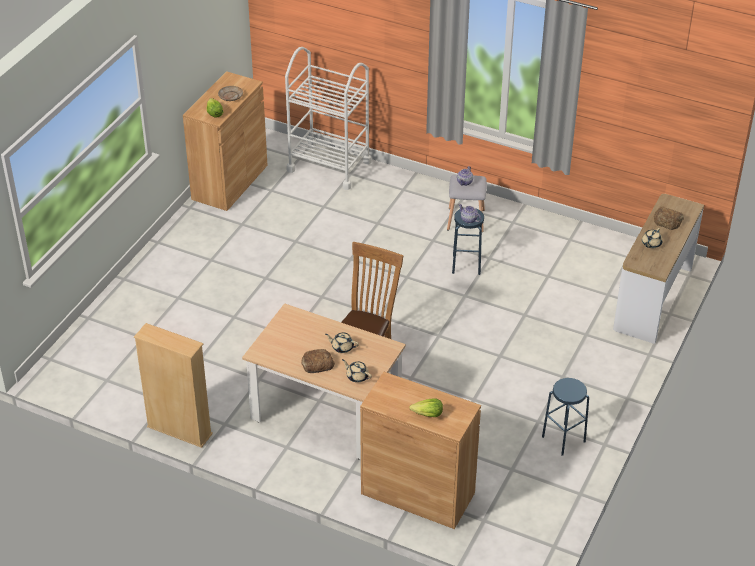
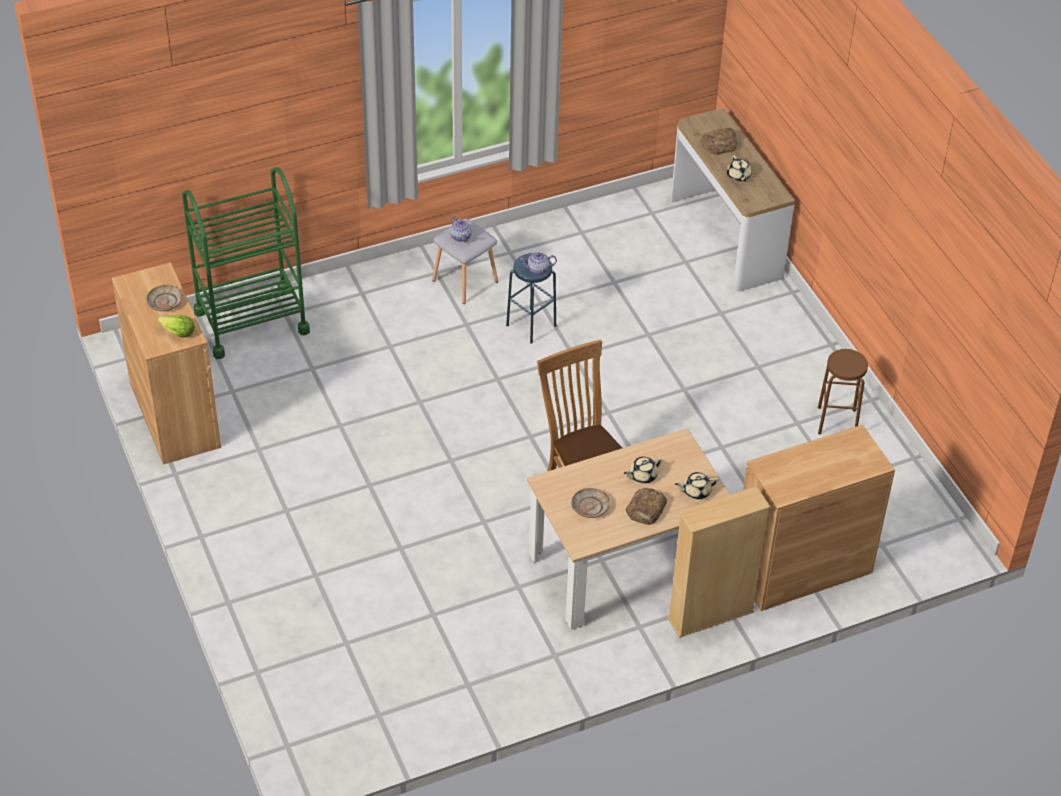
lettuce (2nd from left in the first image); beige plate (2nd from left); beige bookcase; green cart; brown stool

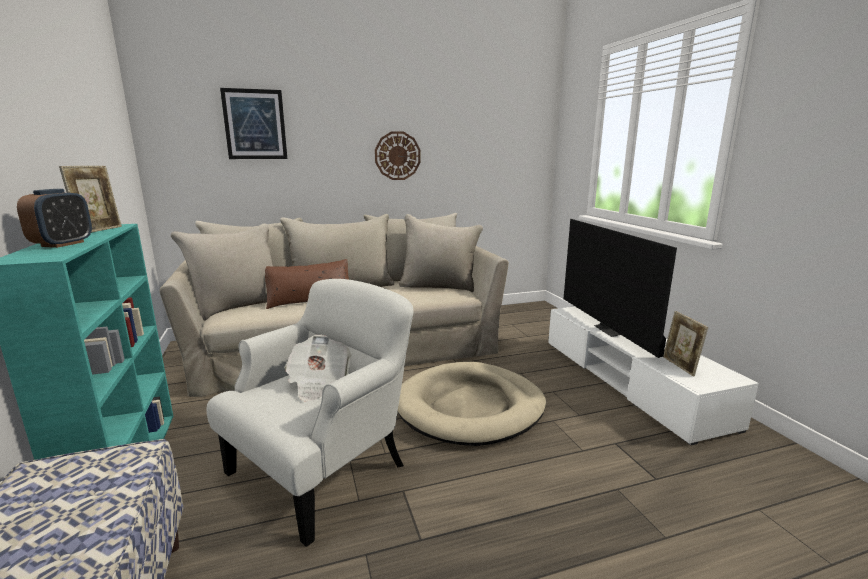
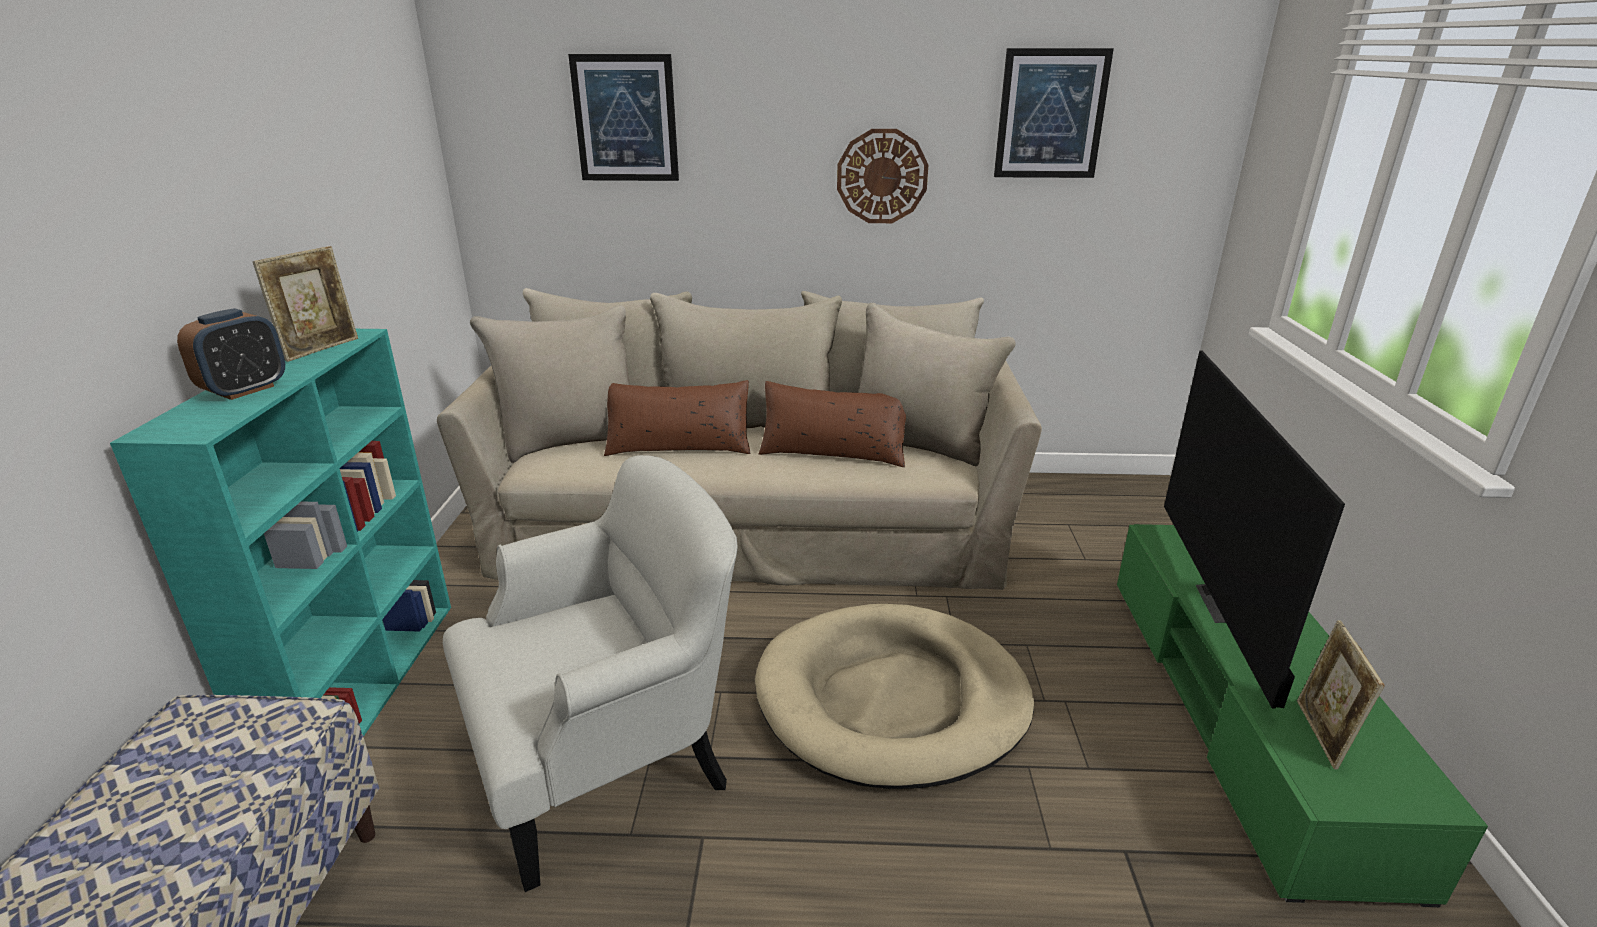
newspaper; brown pillow (2nd from left); picture (2nd from left); green tv stand

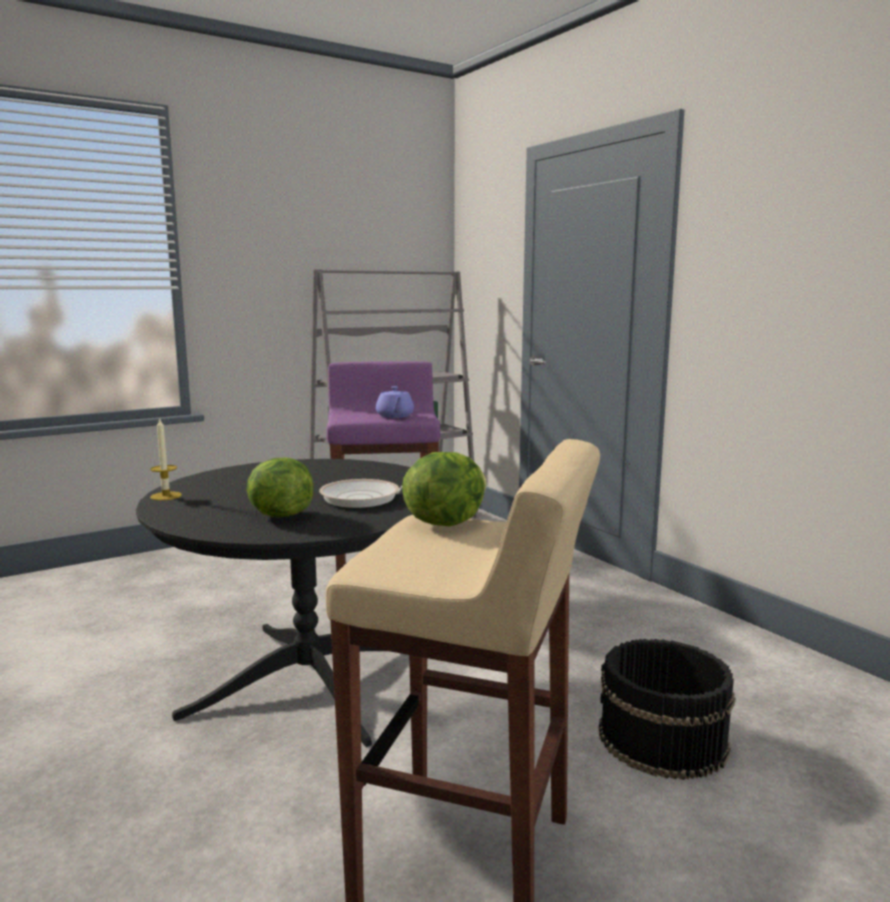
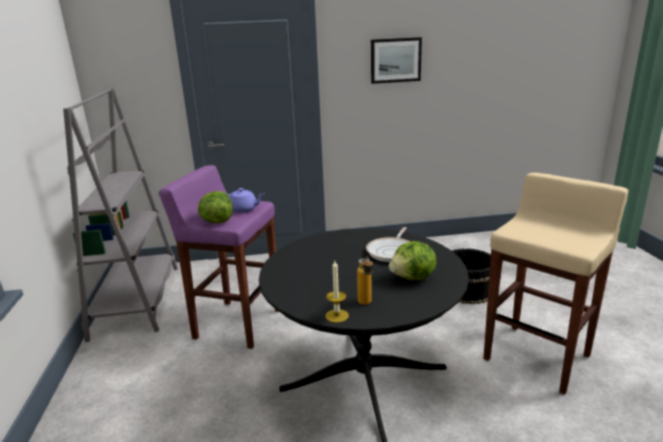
bottle; picture; lettuce (1st from left)

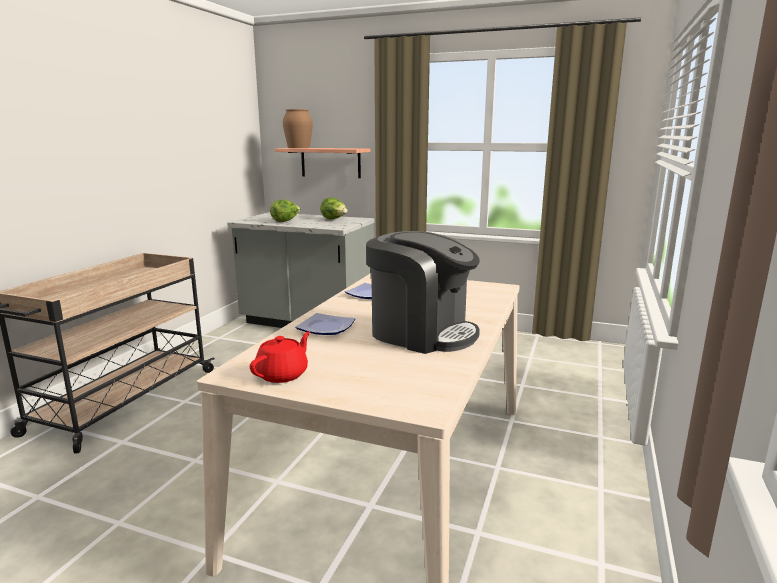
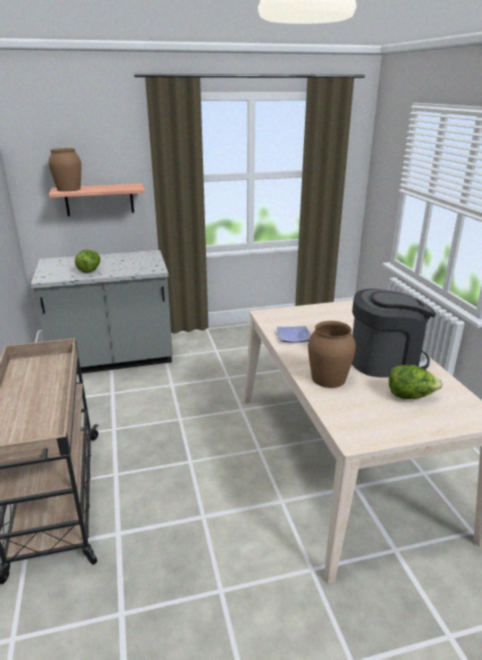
red teapot; lettuce (2nd from left); brown vase (2nd from left)

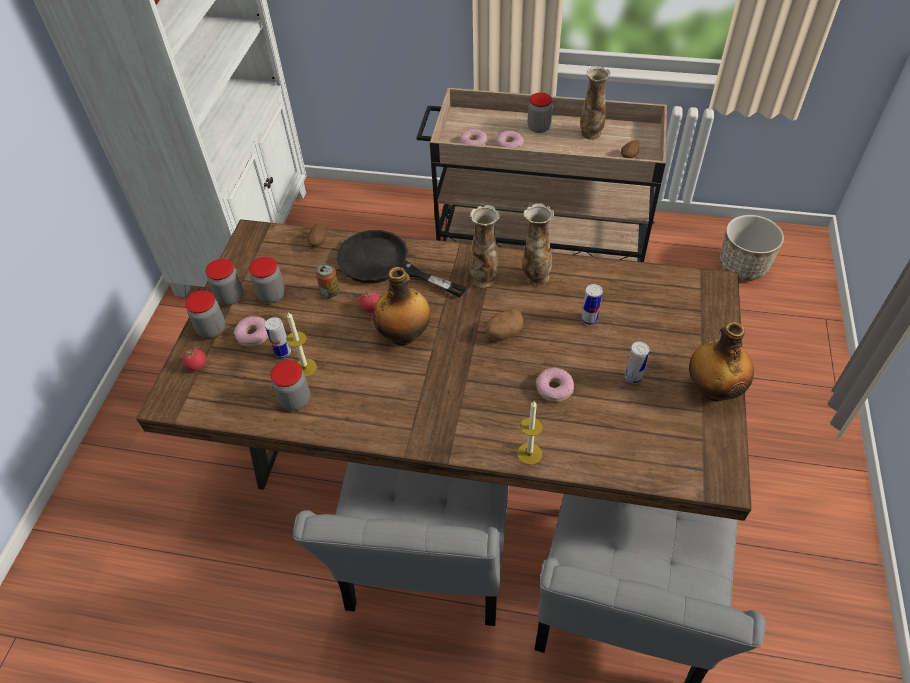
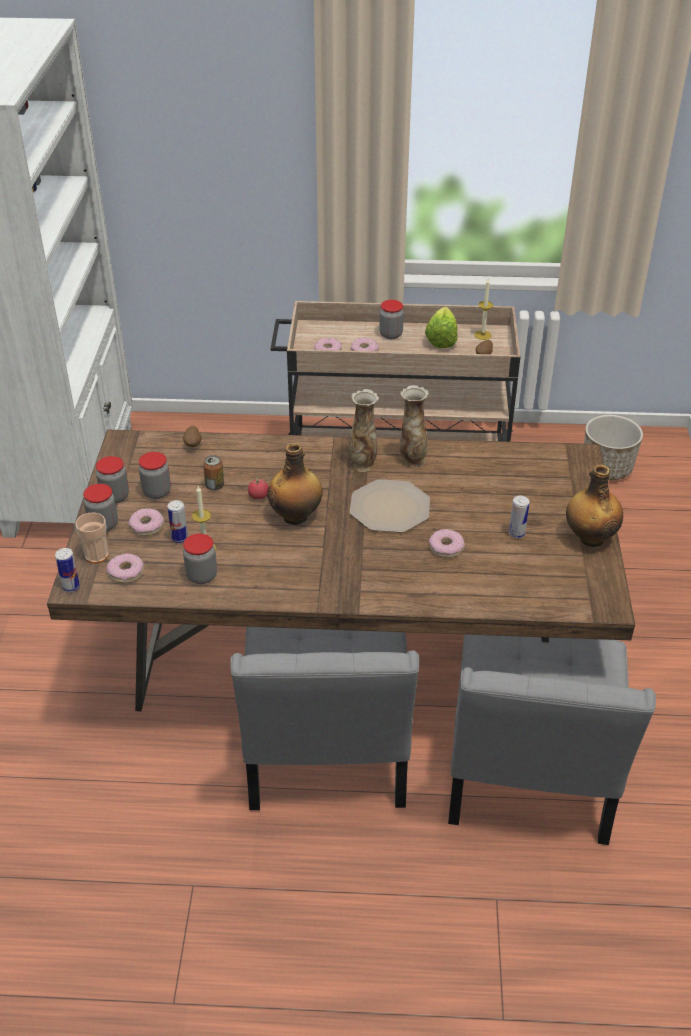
black frying pan; donut (1st from left); candle (2nd from left); can (1st from left); cup; plate; lettuce

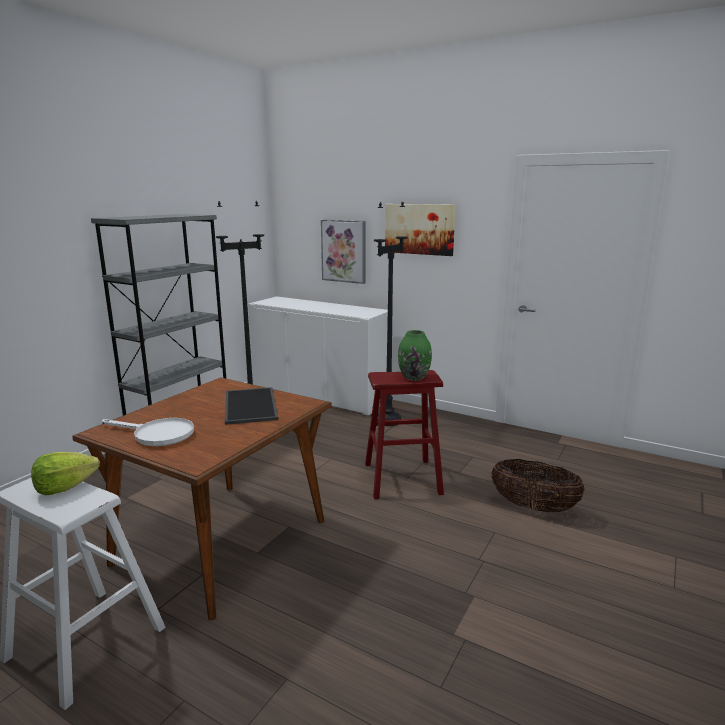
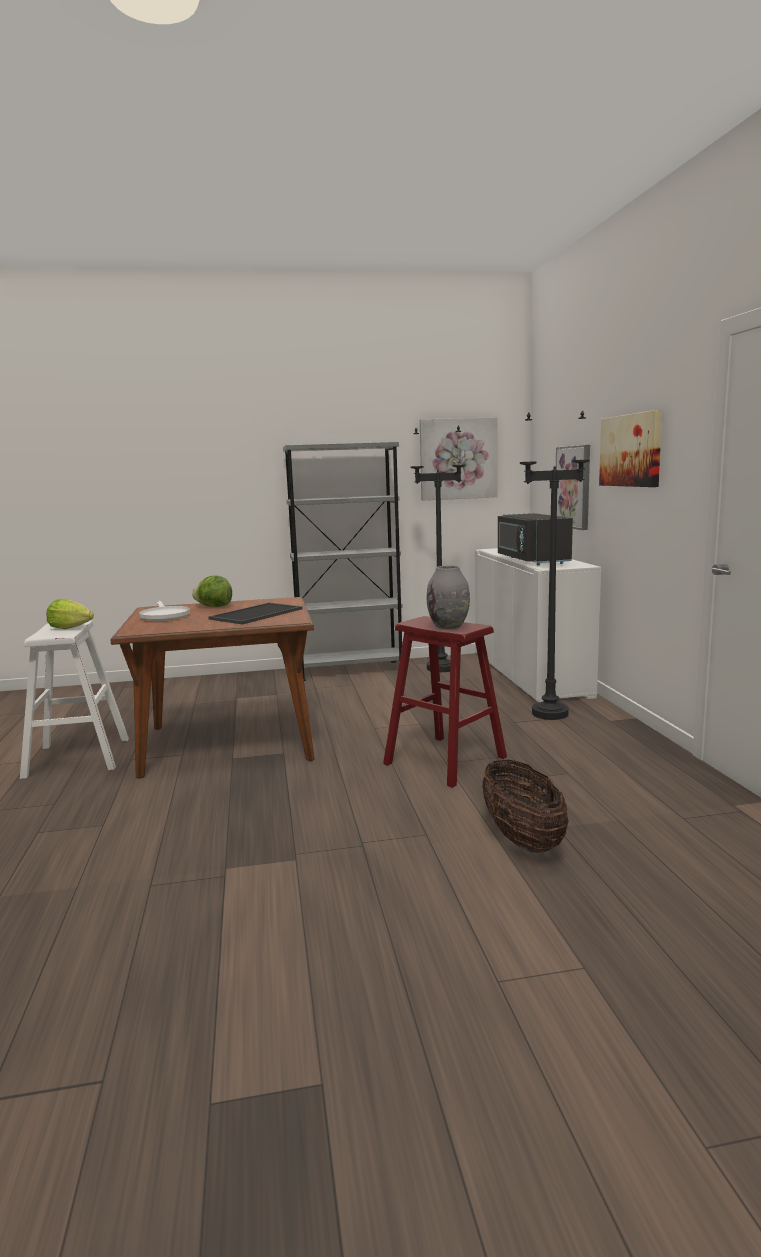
lettuce (2nd from left); picture (1st from left); black microwave; grey vase

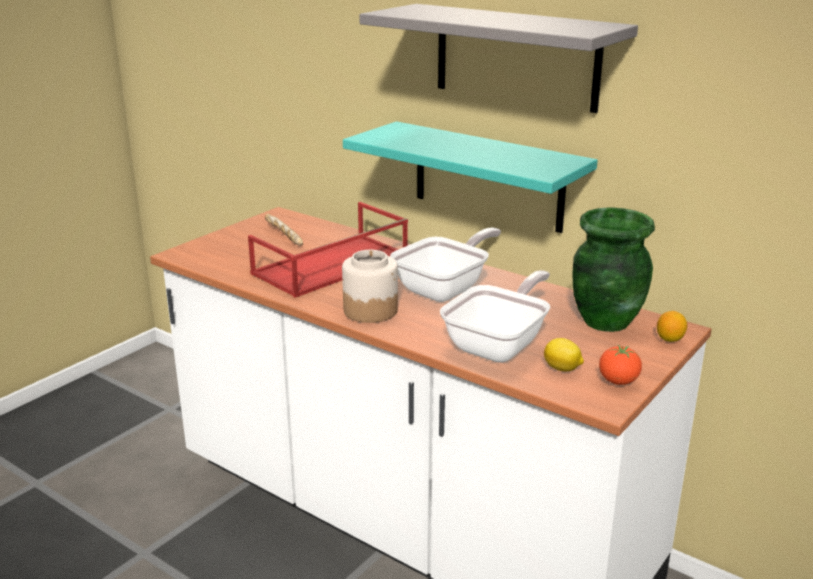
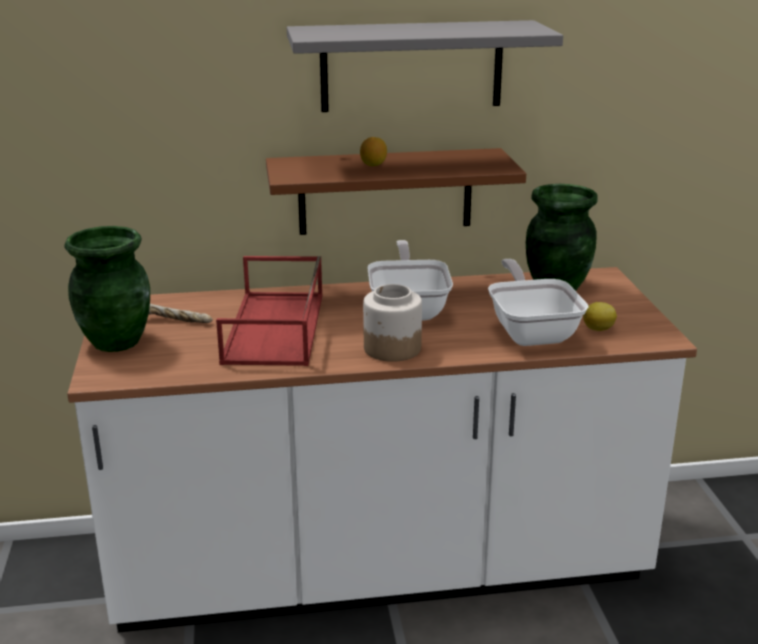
tomato; green vase (1st from left); lemon (1st from left); brown shelf

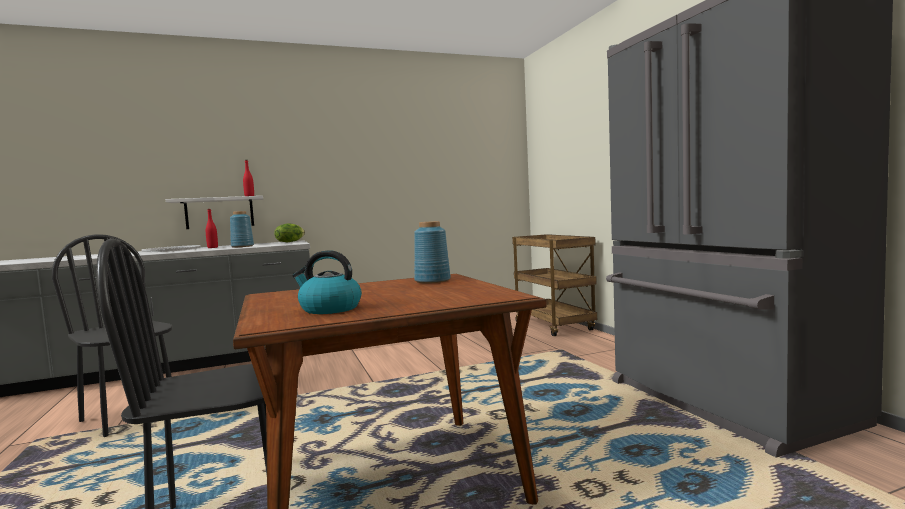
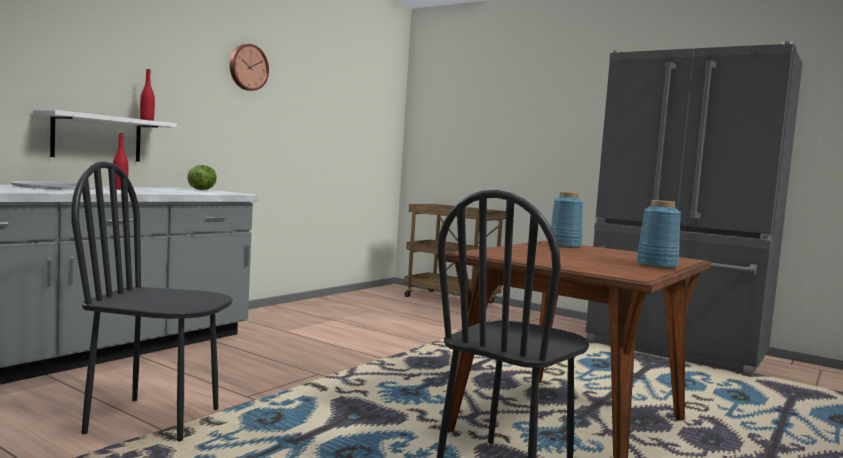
kettle; wall clock; blue vase (2nd from left)

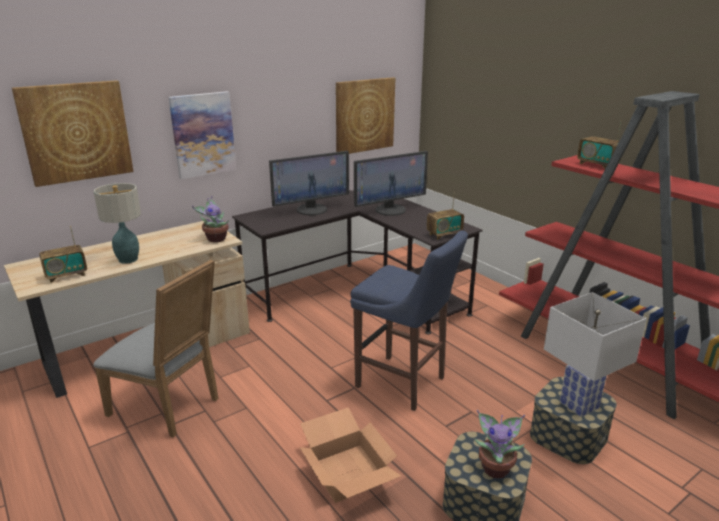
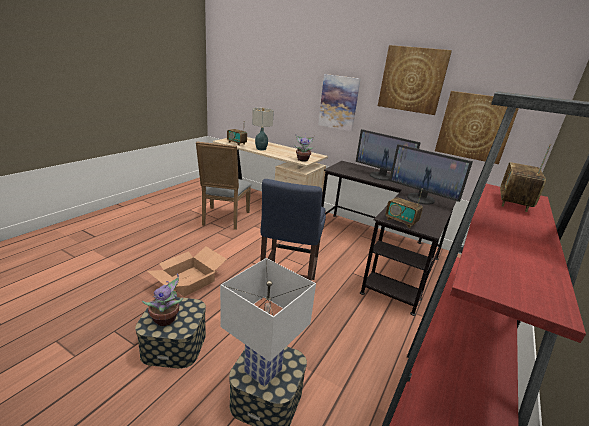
picture (2nd from left)

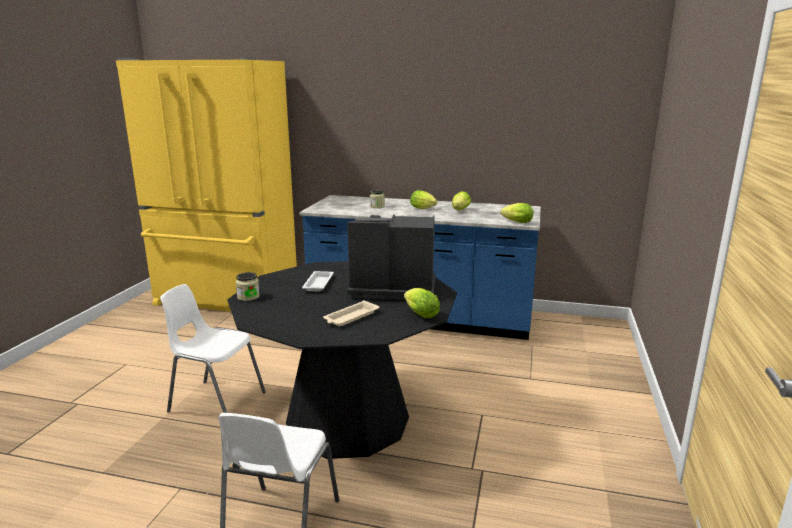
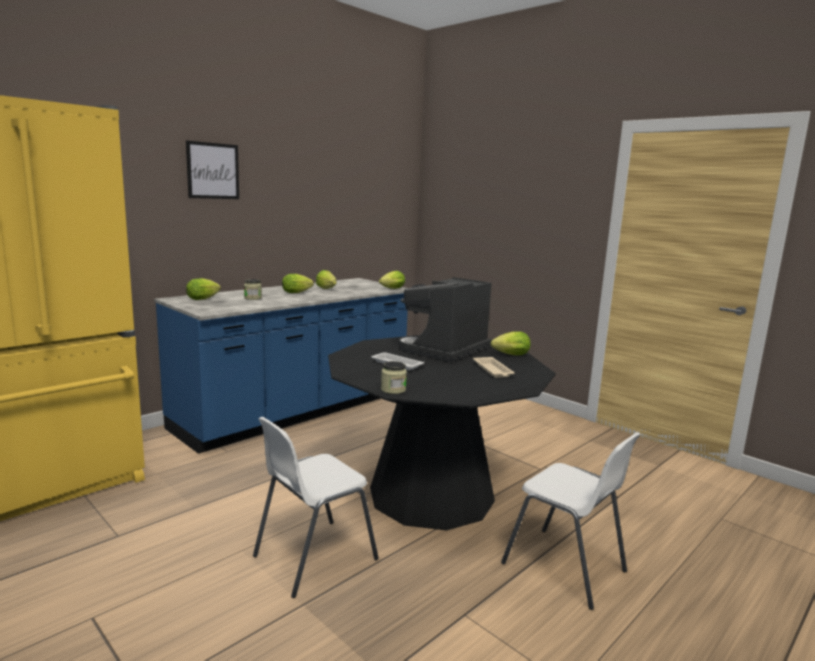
picture; lettuce (1st from left)

